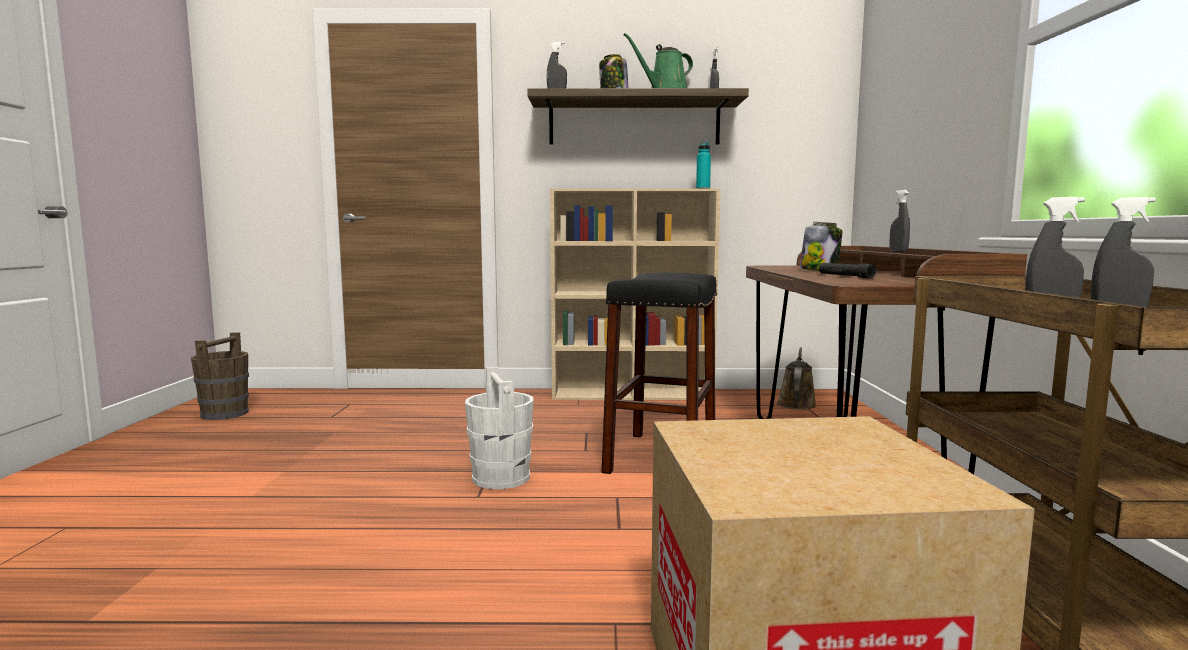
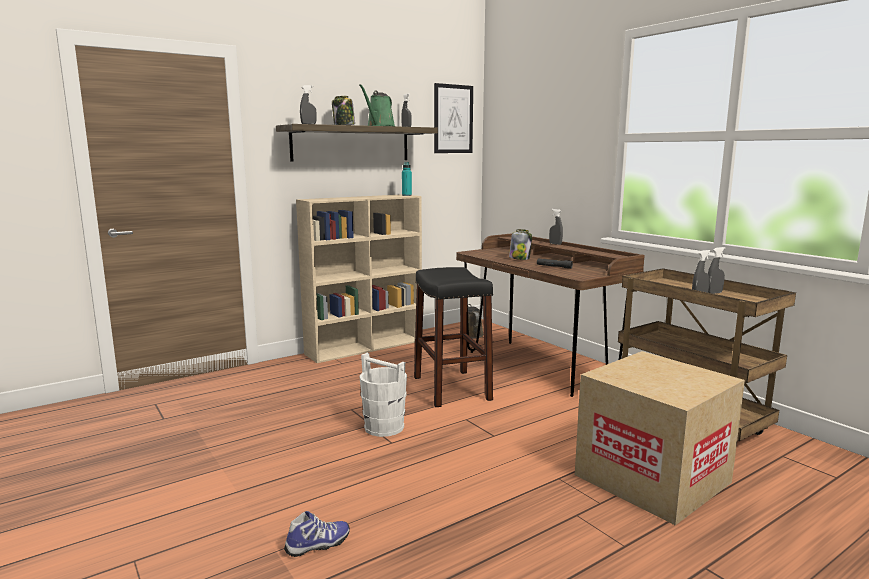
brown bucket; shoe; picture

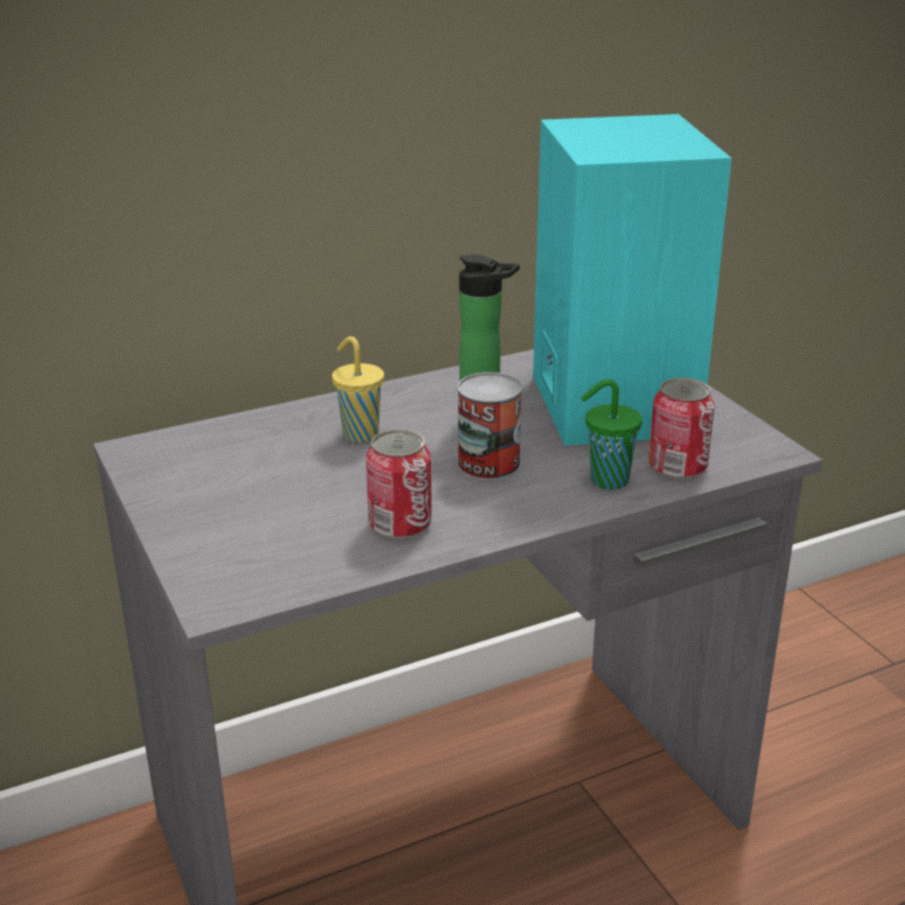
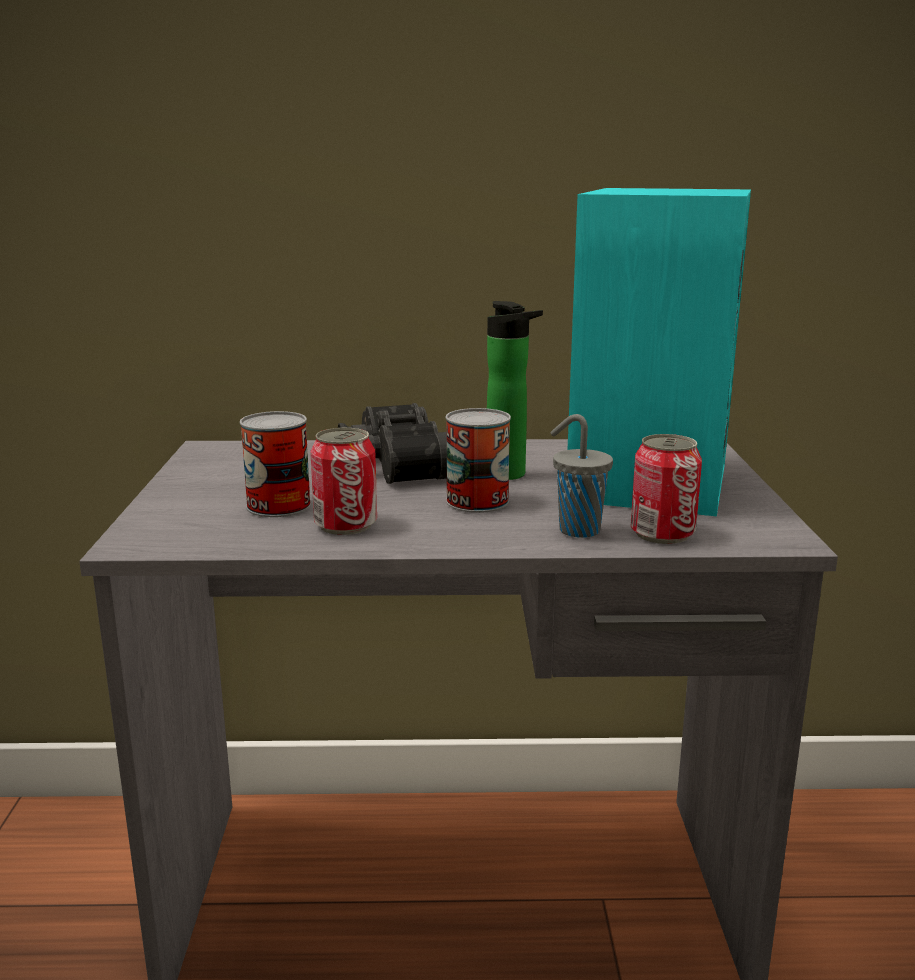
can (1st from left); black binoculars; grey cup

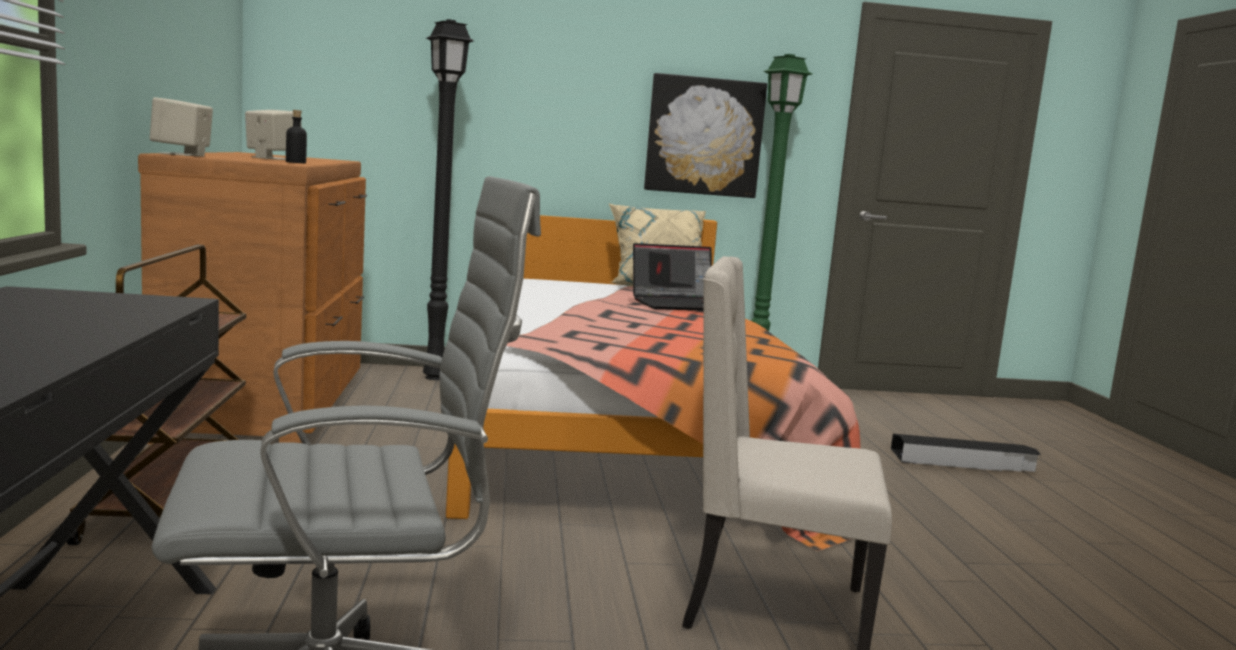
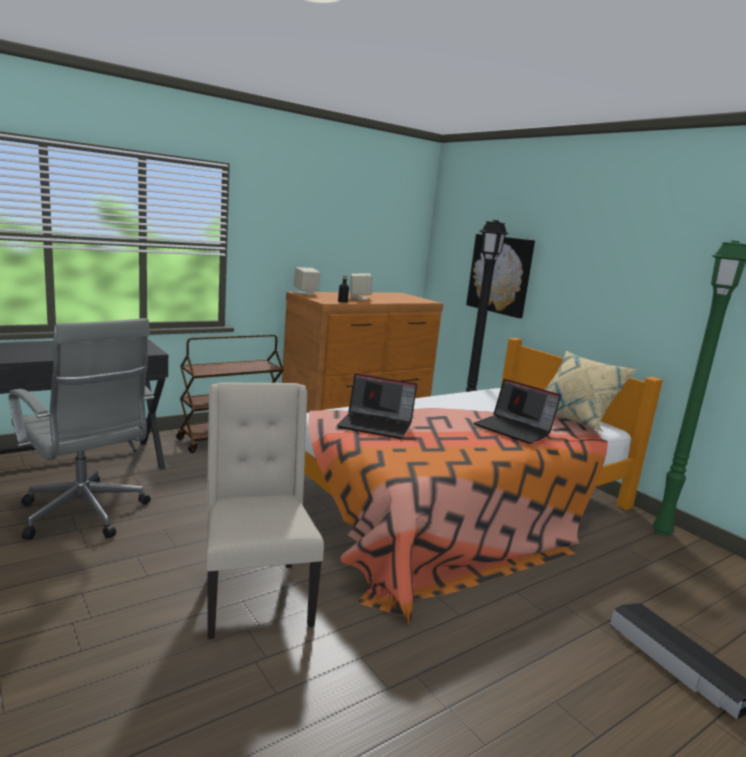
laptop (1st from left); picture

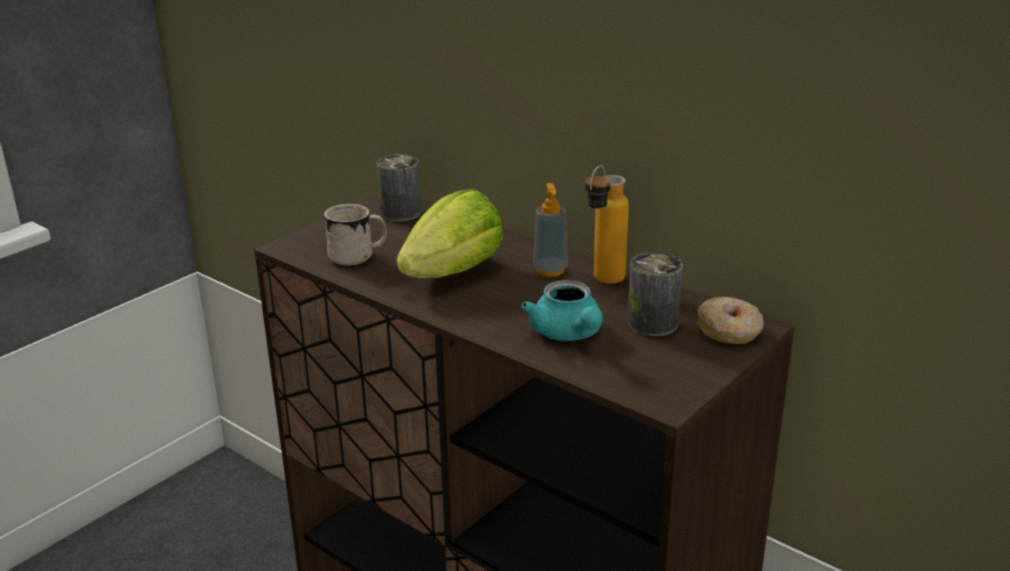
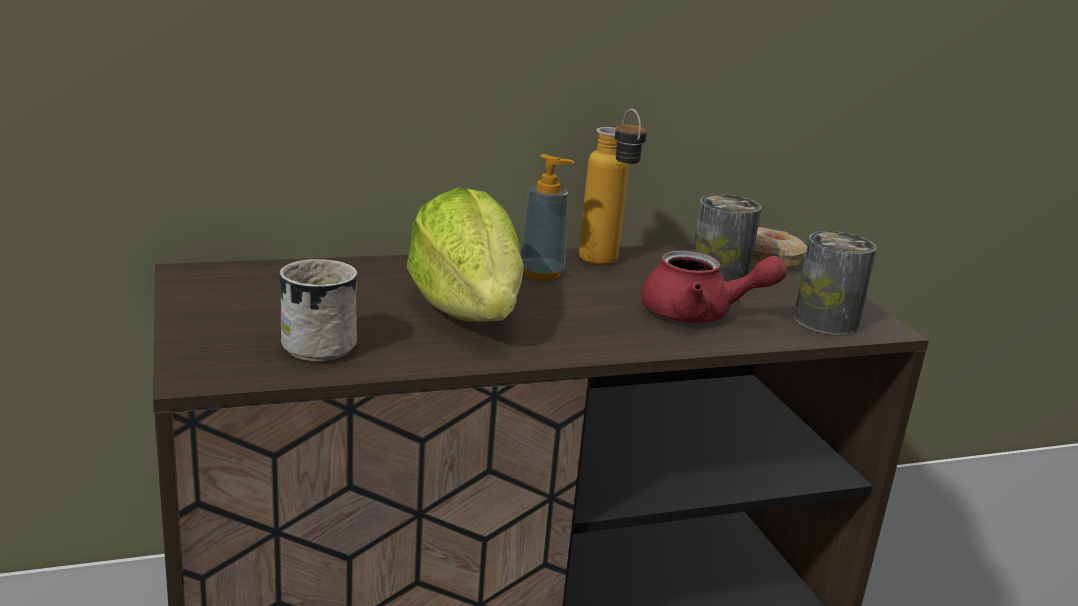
can (2nd from left); red teapot

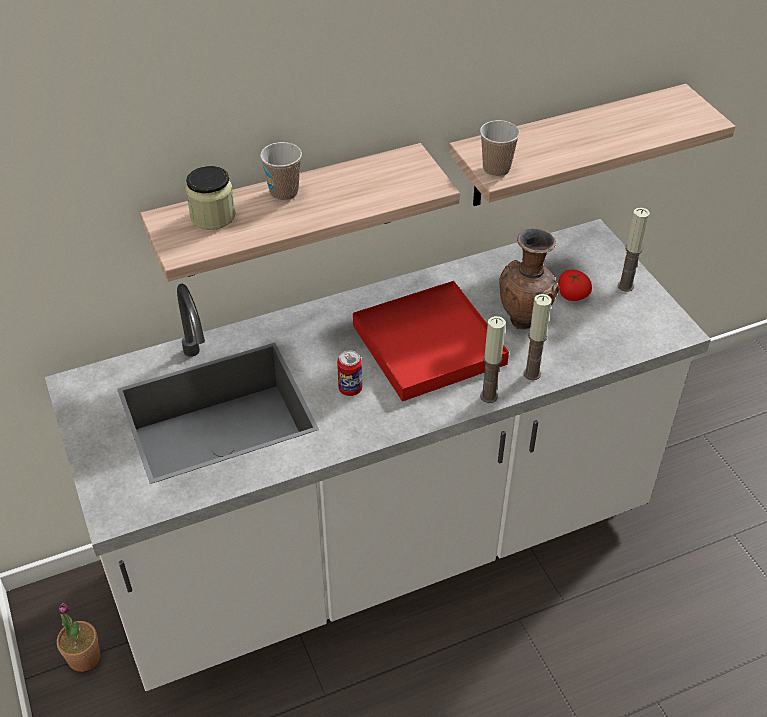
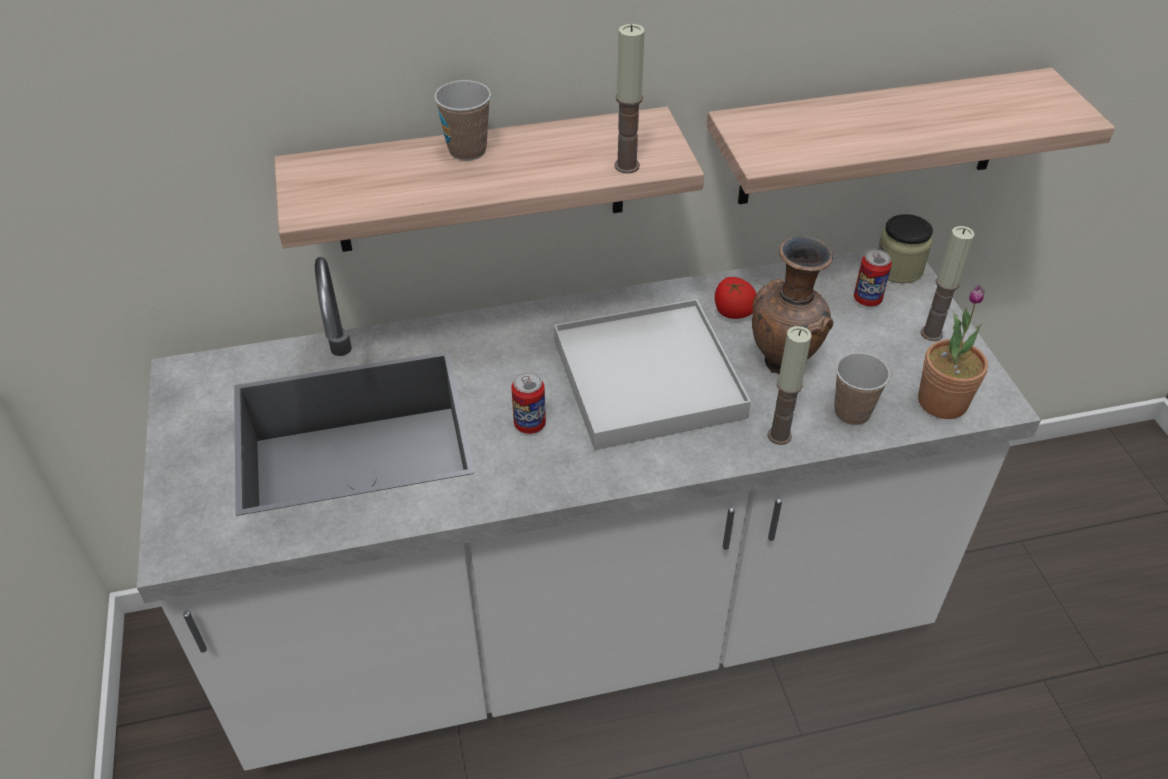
can (2nd from left); potted plant; jar; cup (2nd from left); candle (1st from left); tomato; white tray

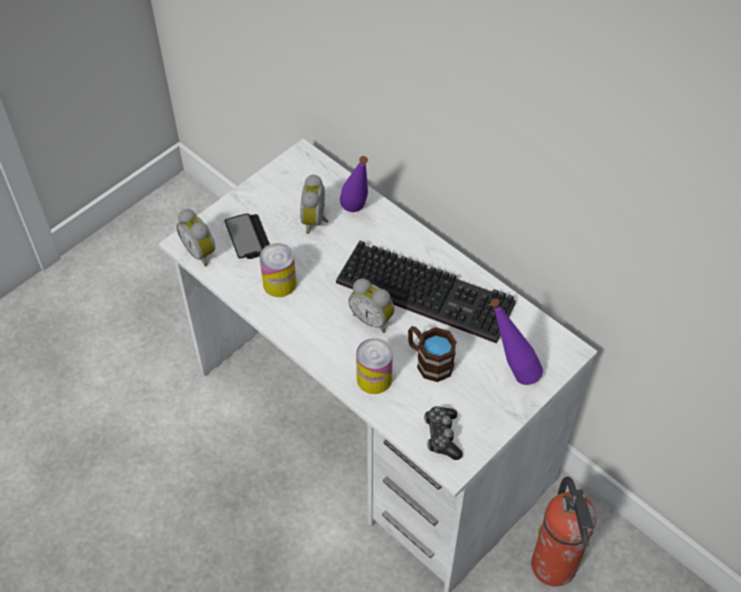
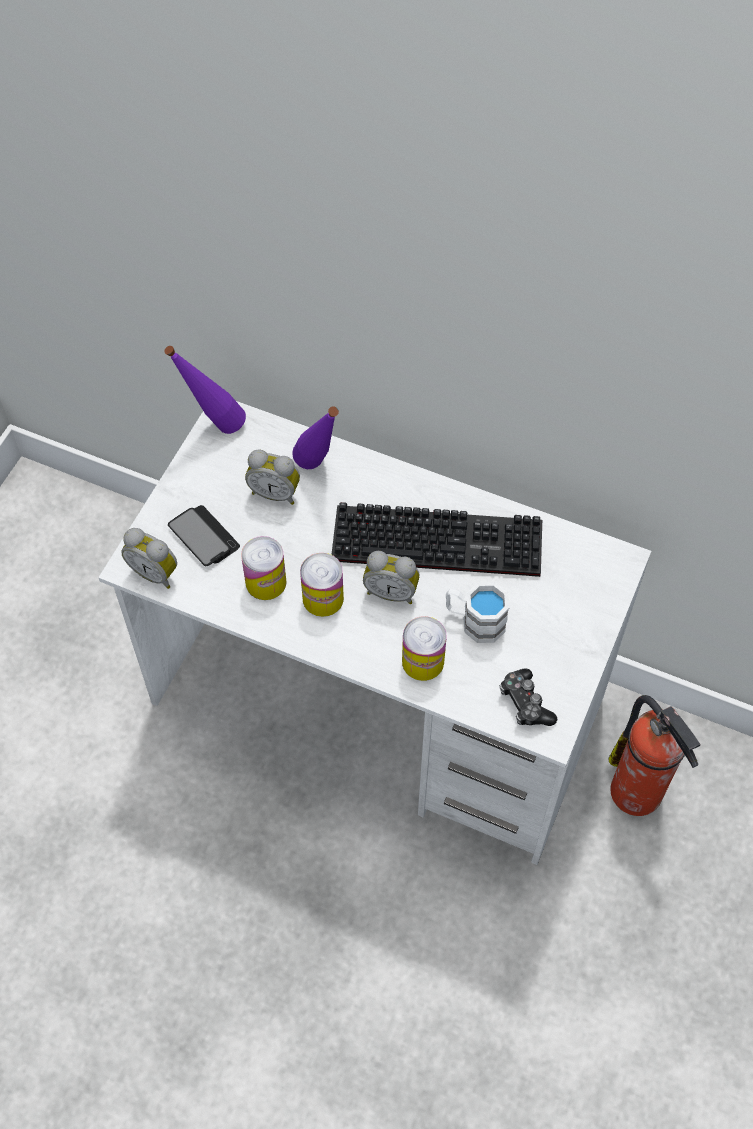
can (2nd from left); purple bottle (1st from left); white mug; alarm clock (2nd from left)

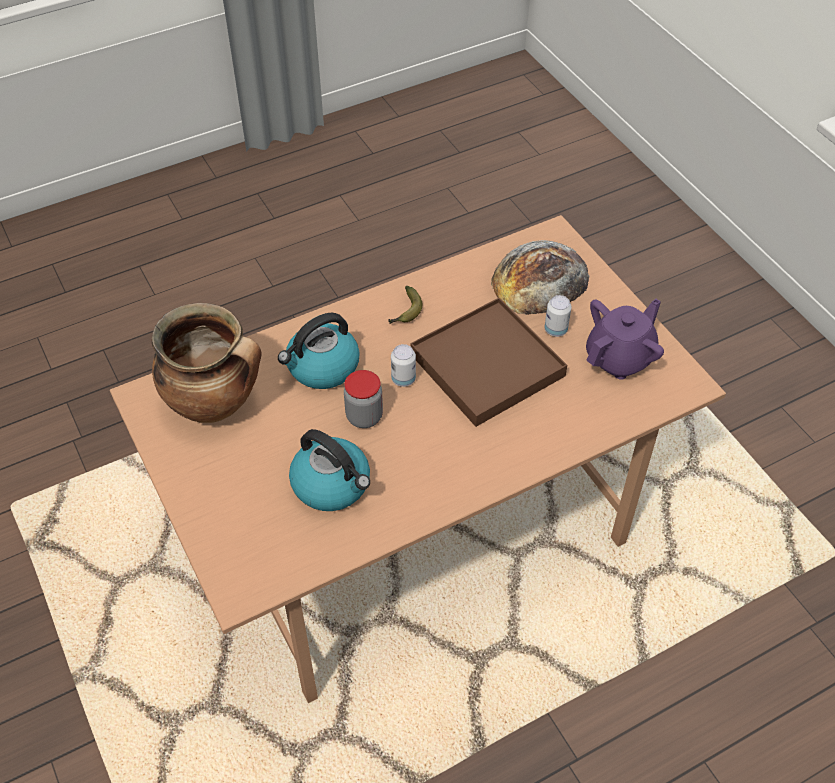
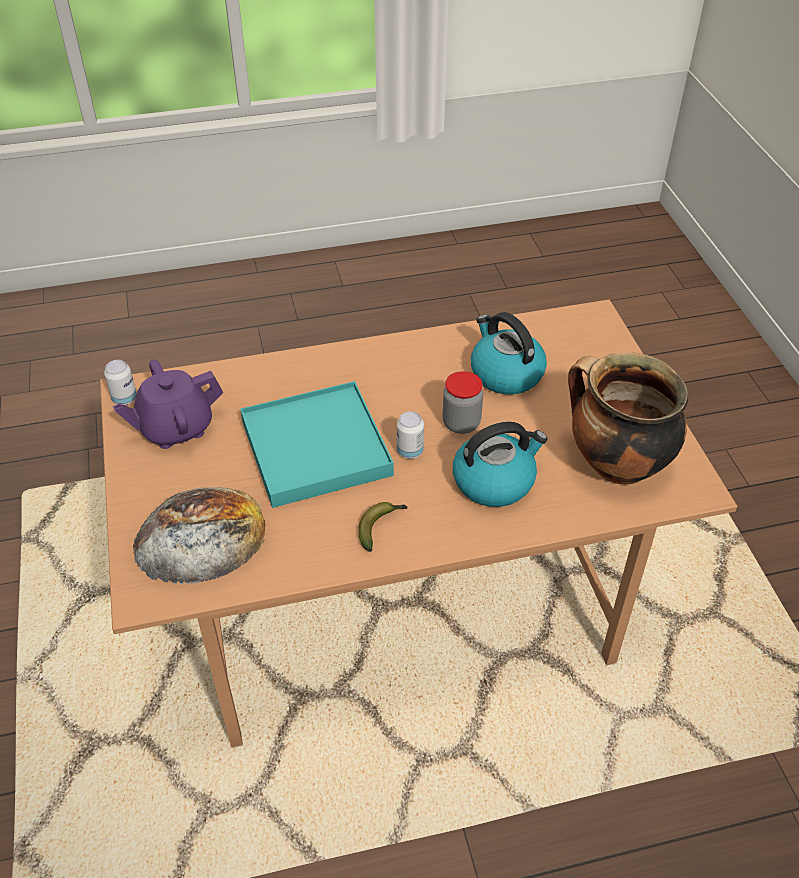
can (1st from left); turquoise tray

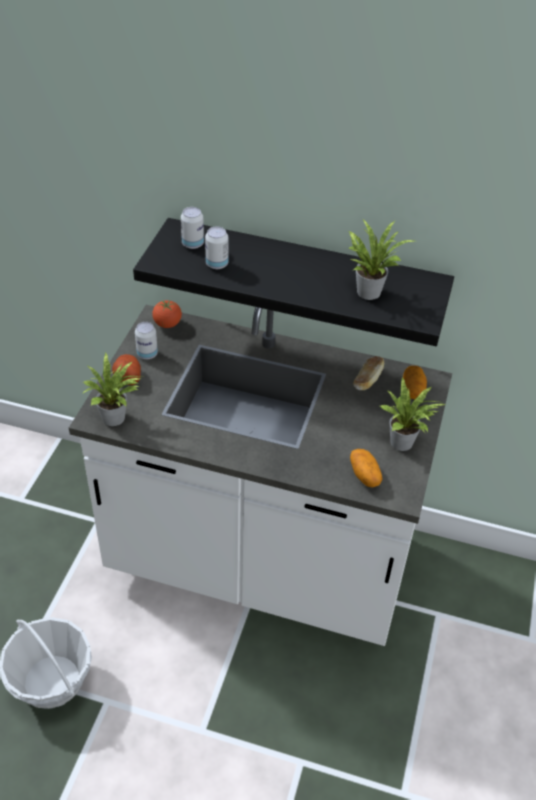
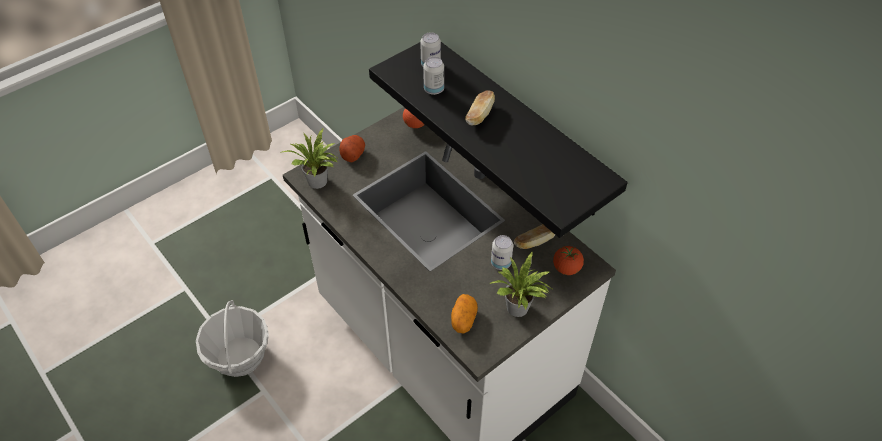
potted plant (2nd from left in the first image); bread (1st from left); can (3rd from left); tomato (2nd from left)

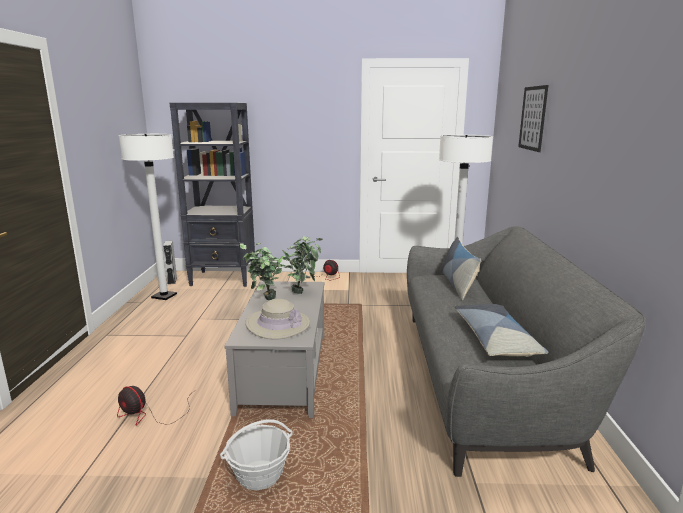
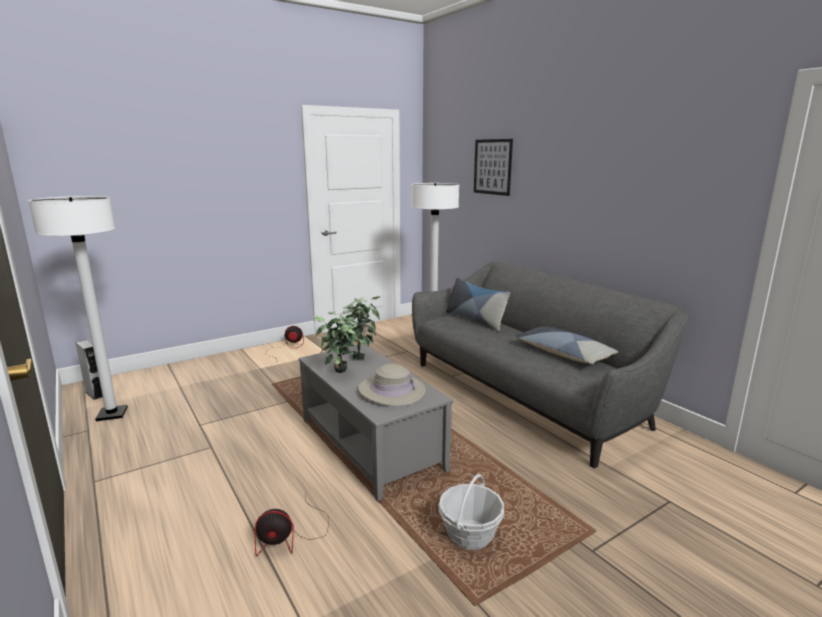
black bookcase

